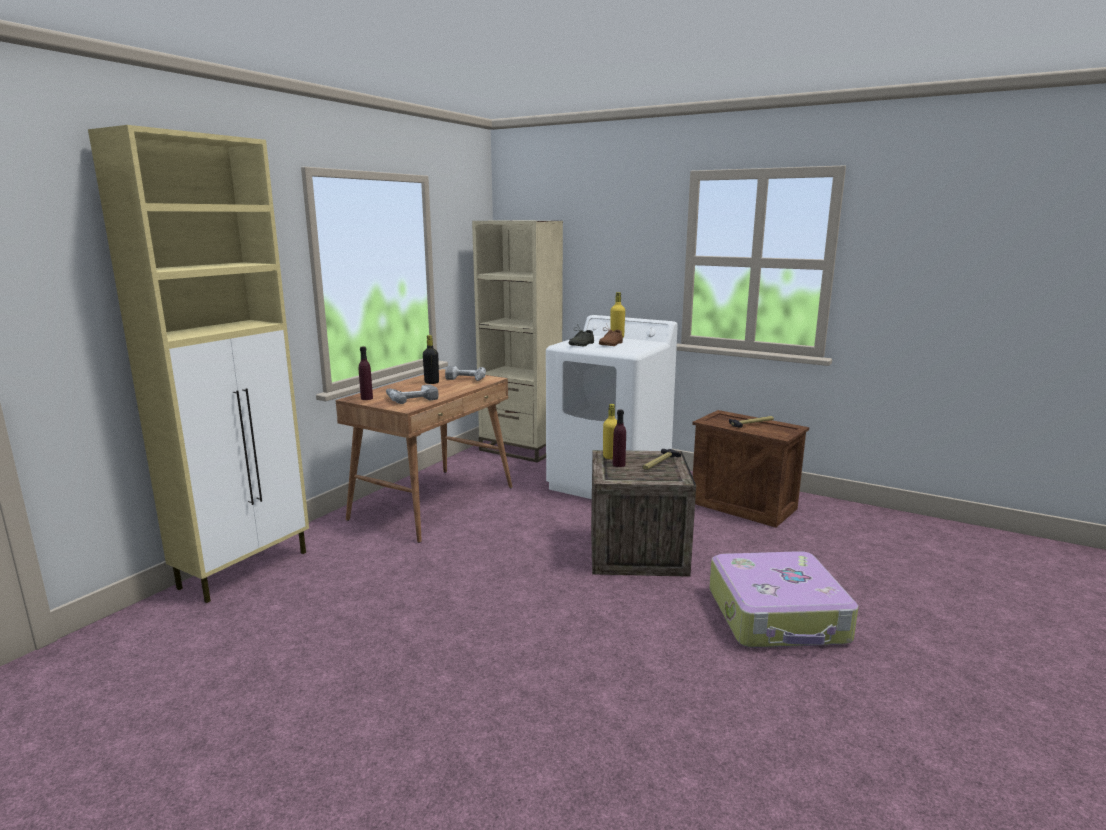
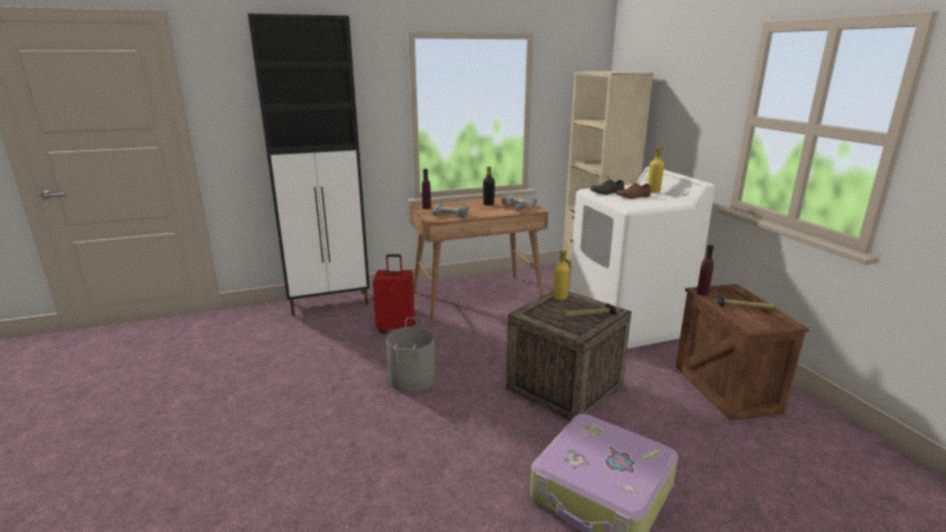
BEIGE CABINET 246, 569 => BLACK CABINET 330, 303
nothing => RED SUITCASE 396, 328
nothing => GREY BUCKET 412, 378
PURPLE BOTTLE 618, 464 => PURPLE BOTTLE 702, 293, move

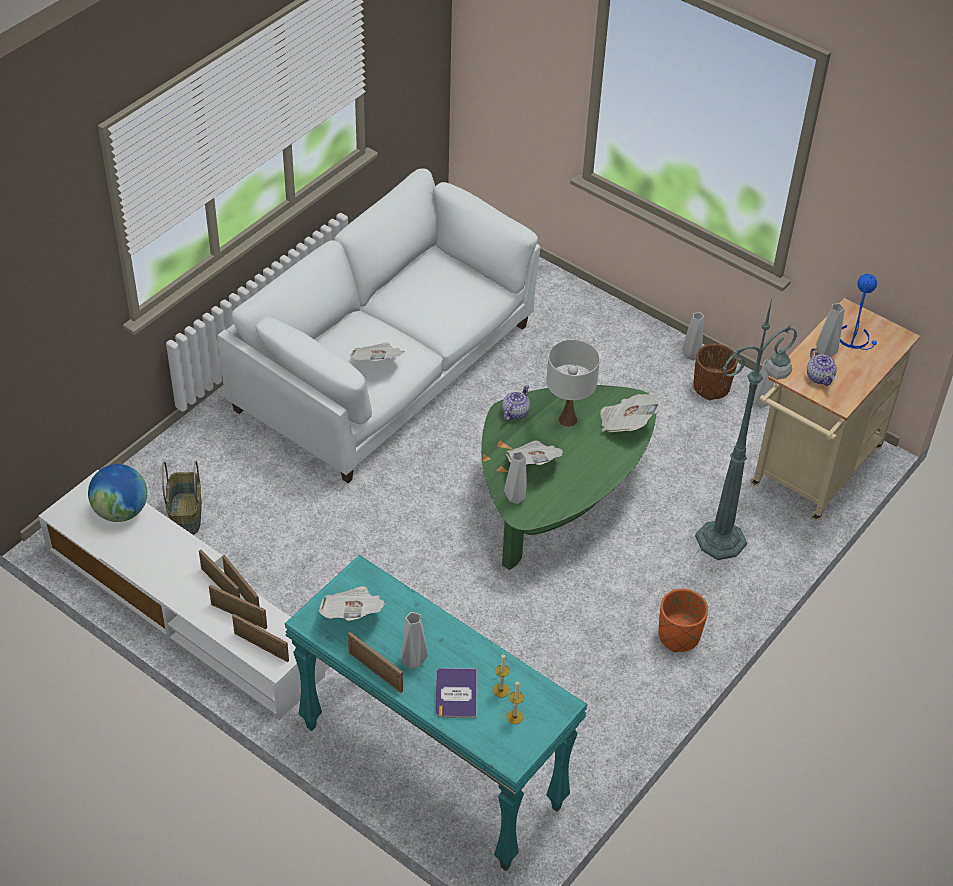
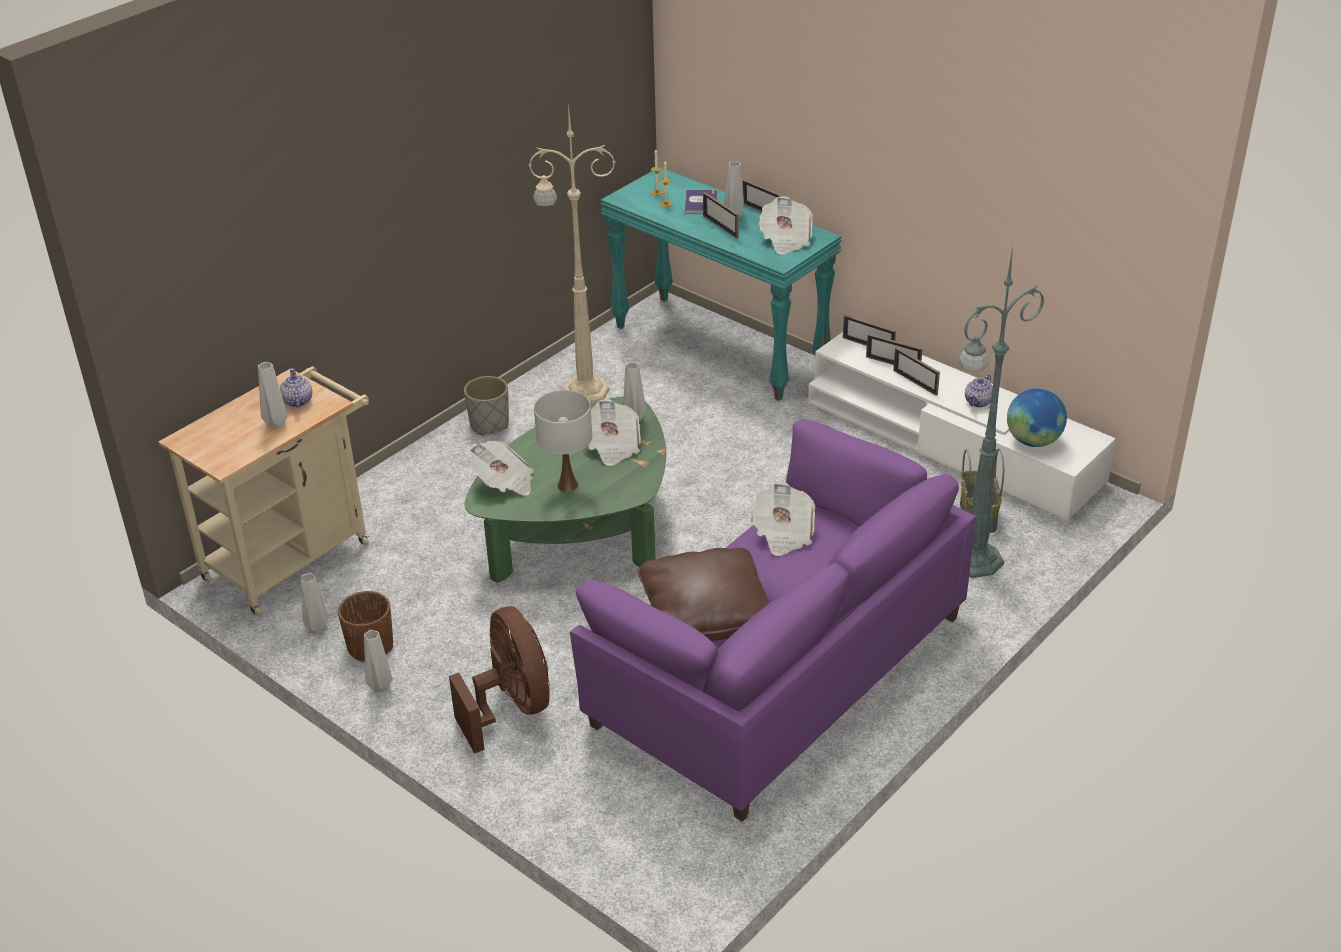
nothing => BROWN FAN 511, 707
ORANGE PLANTER 678, 636 => GREY PLANTER 489, 424
nothing => BEIGE FLOOR LAMP 583, 390
WHITE SOFA 385, 368 => PURPLE SOFA 777, 669
nothing => BROWN PILLOW 706, 613
PICTURE FRAME 242, 594 => PICTURE FRAME 720, 227, move
GREEN FLOOR LAMP 723, 539 => GREEN FLOOR LAMP 972, 560, move
TEAPOT 515, 412 => TEAPOT 978, 402, move
BLUE TABLE LAMP 855, 338 => nothing

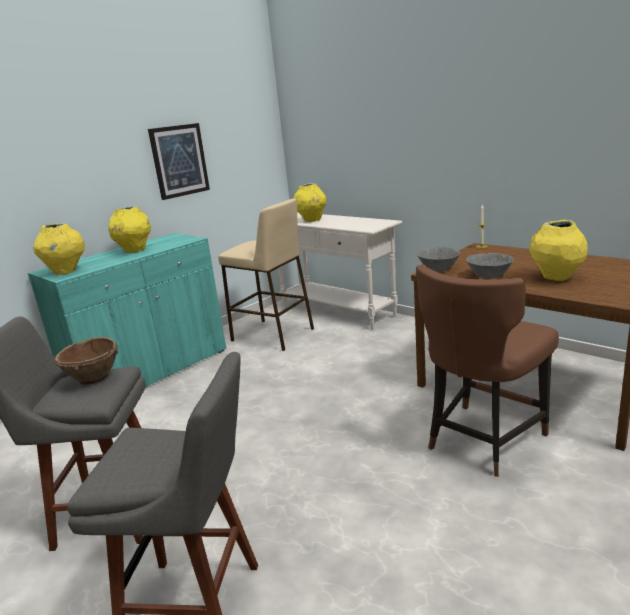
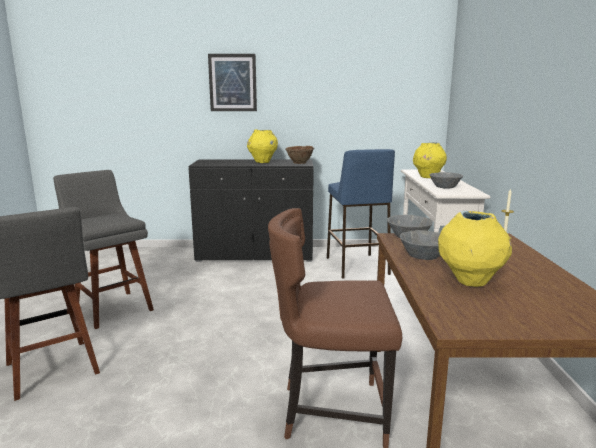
TURQUOISE CABINET 150, 372 => BLACK CABINET 255, 254
PICTURE 179, 161 => PICTURE 233, 83, move
BROWN BOWL 94, 379 => BROWN BOWL 299, 163, move
BEIGE STOOL 273, 335 => BLUE STOOL 357, 266
nothing => GREY BOWL 445, 187
YELLOW VASE 66, 272 => nothing

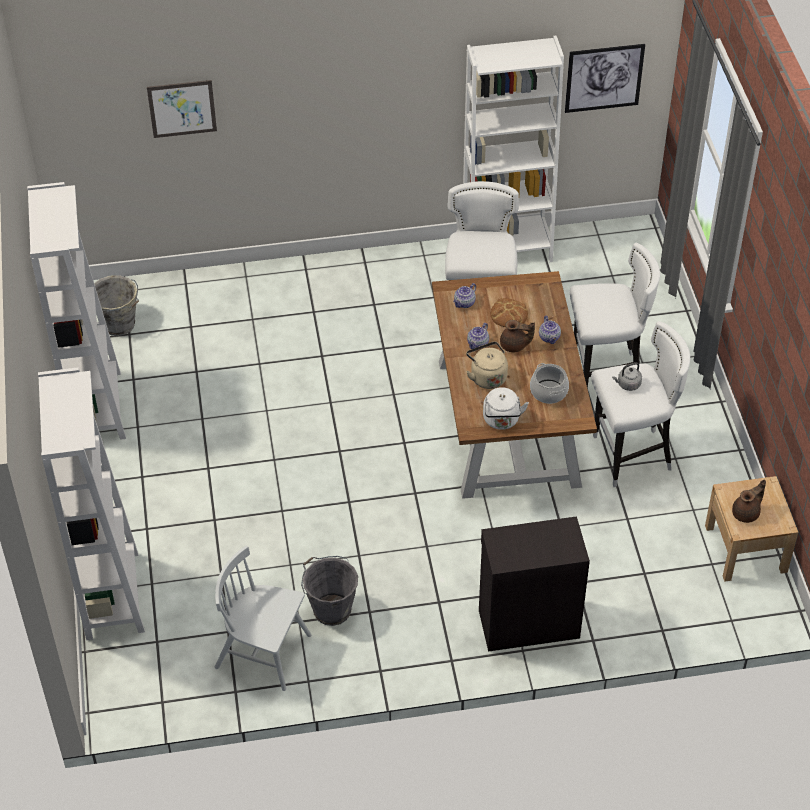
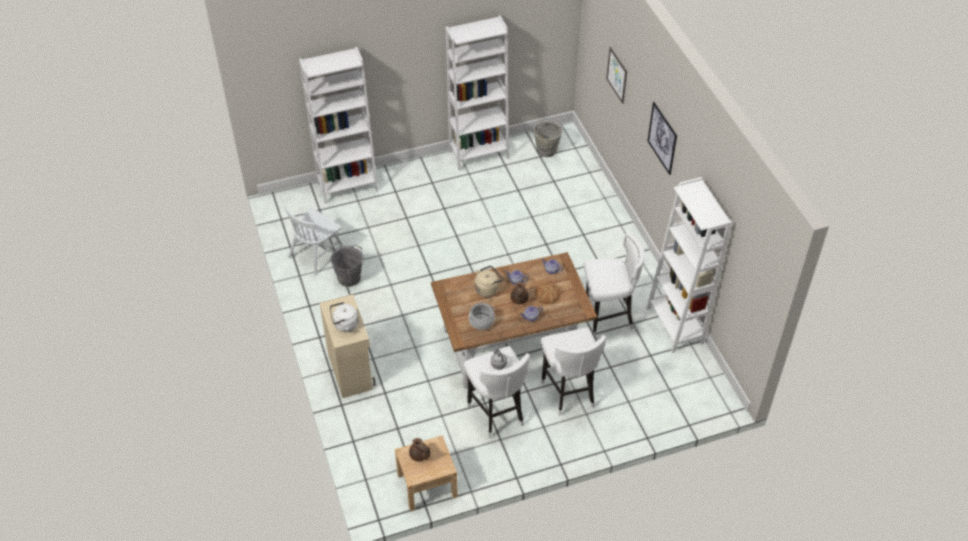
WHITE CHAIR 263, 652 => WHITE CHAIR 317, 254, 150 degrees counterclockwise
BLACK CABINET 527, 623 => BEIGE CABINET 351, 370
WHITE KETTLE 501, 421 => WHITE KETTLE 344, 325, move
PICTURE 604, 78 => PICTURE 662, 138, move

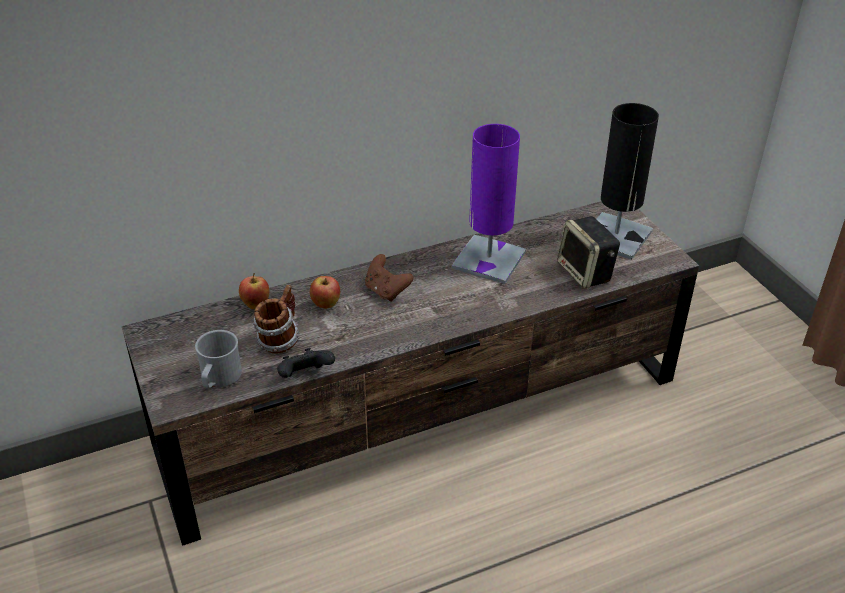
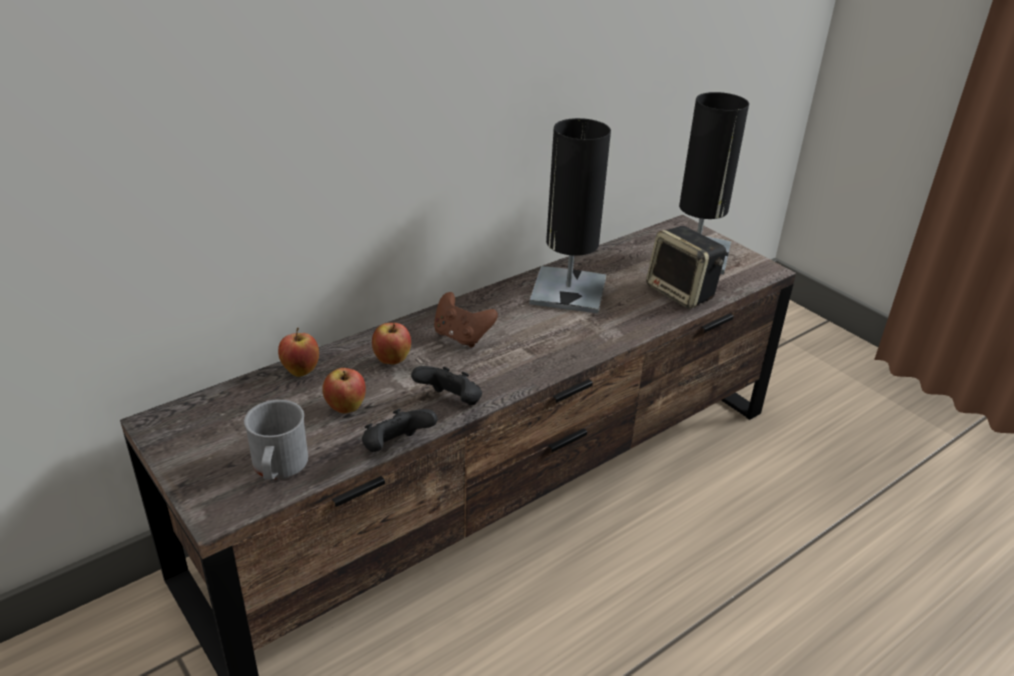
MUG 279, 340 => APPLE 346, 409
nothing => BLACK GAME CONTROLLER 450, 403
PURPLE TABLE LAMP 489, 260 => BLACK TABLE LAMP 568, 291

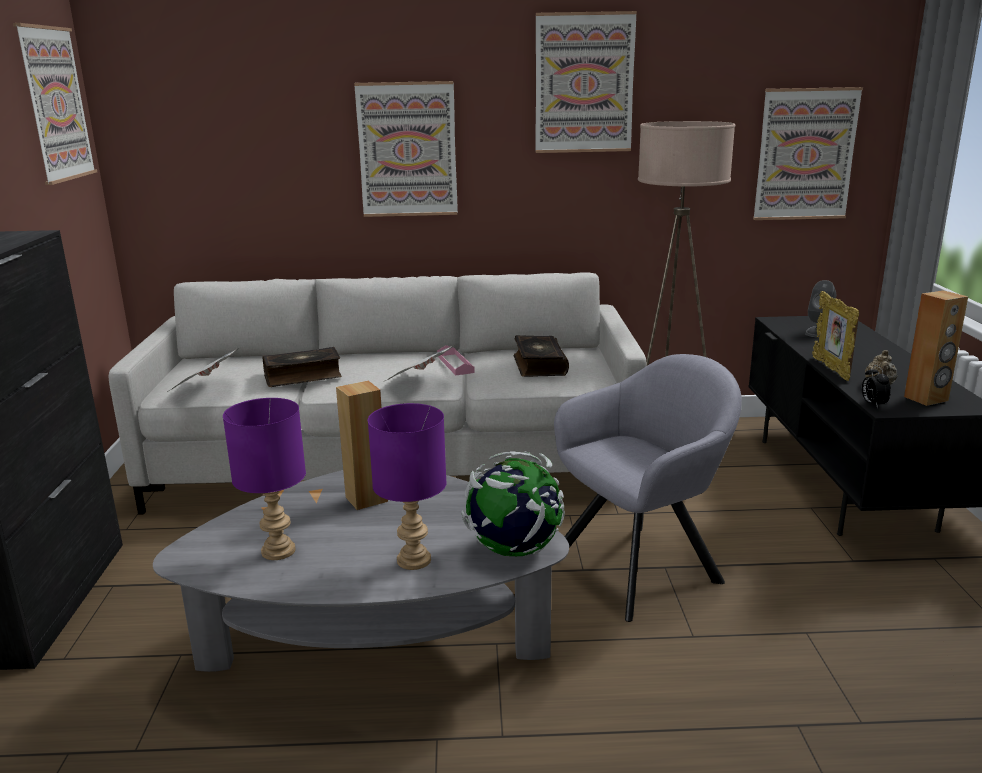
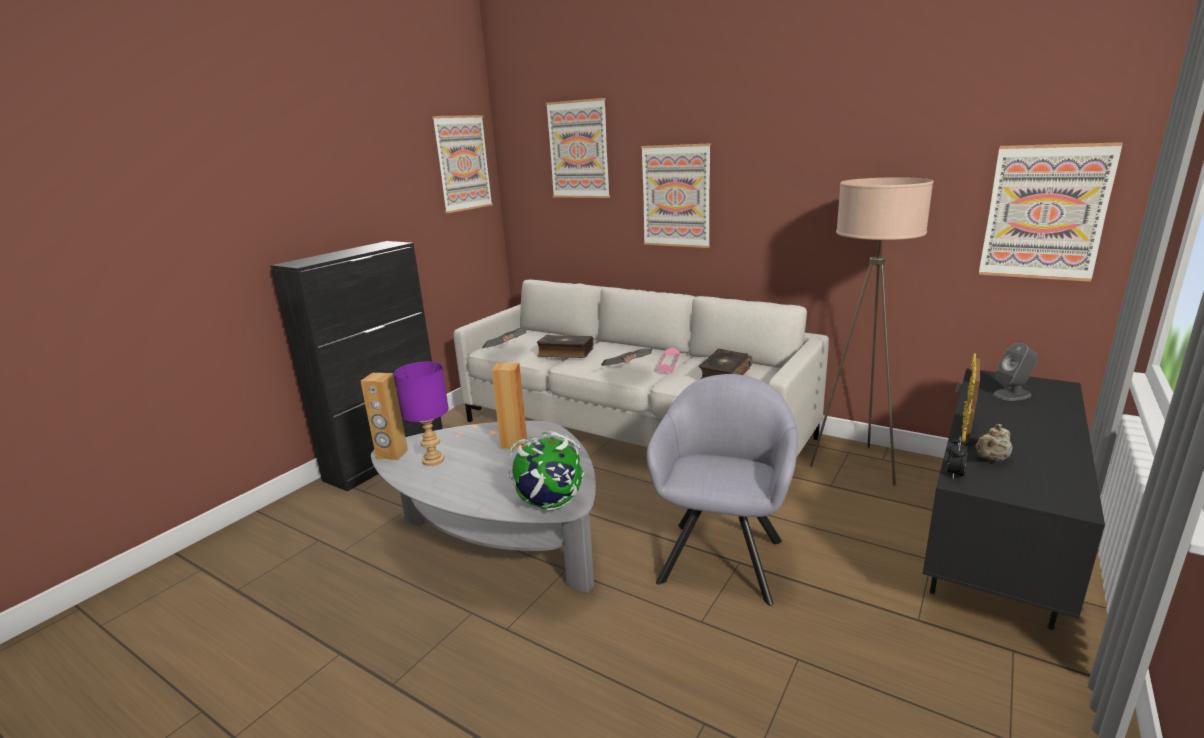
BROWN SPEAKER 926, 399 => BROWN SPEAKER 392, 454, move
PICTURE 584, 83 => PICTURE 579, 150, move
GREY ARMCHAIR 643, 566 => GREY ARMCHAIR 723, 555, 75 degrees counterclockwise
PURPLE TABLE LAMP 415, 560 => nothing

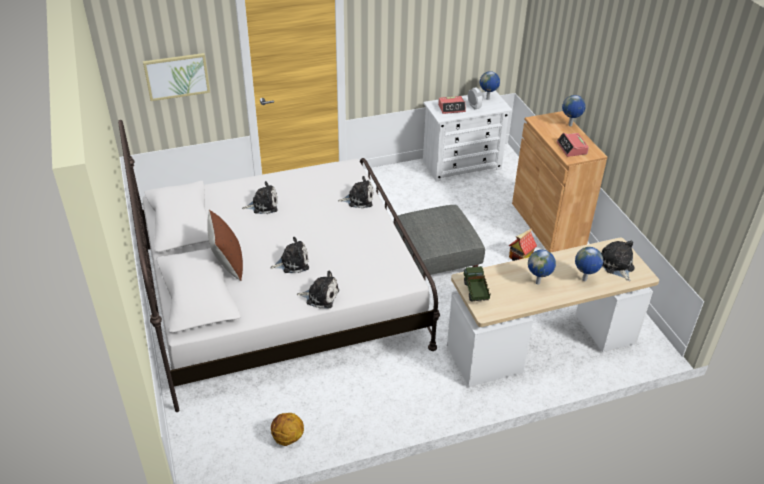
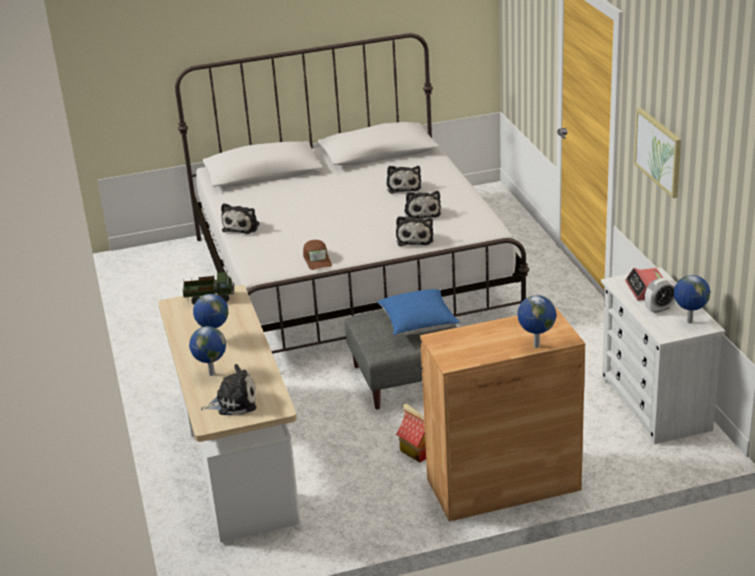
nothing => BROWN CAP 317, 259
nothing => BLUE PILLOW 418, 324
PLUSH TOY 292, 263 => PLUSH TOY 422, 213, move
PICTURE 177, 76 => PICTURE 659, 151, move
BROWN PILLOW 228, 265 => nothing
BASKETBALL 287, 438 => nothing
ALARM CLOCK 571, 148 => nothing

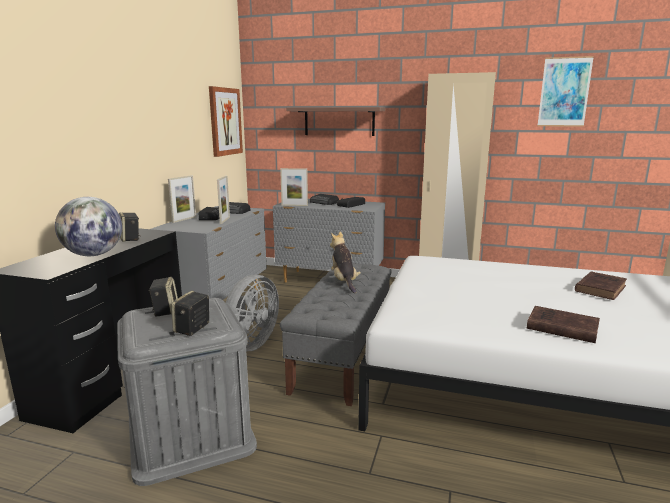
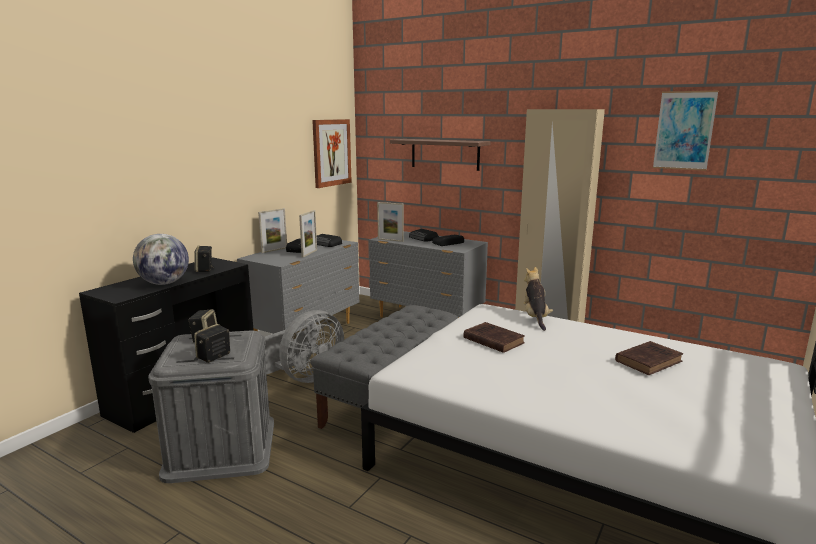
BROWN BOOK 560, 328 => BROWN BOOK 492, 340, move
PLUSH TOY 344, 282 => PLUSH TOY 535, 318, move

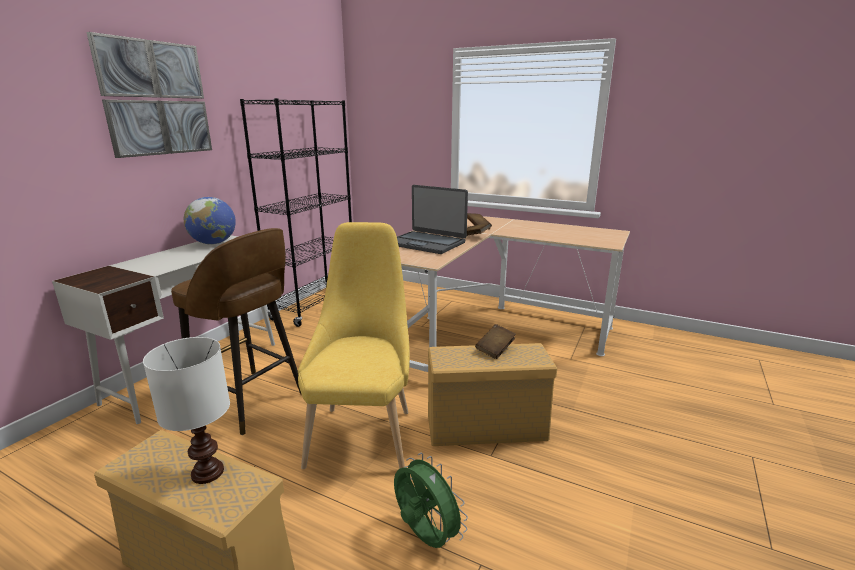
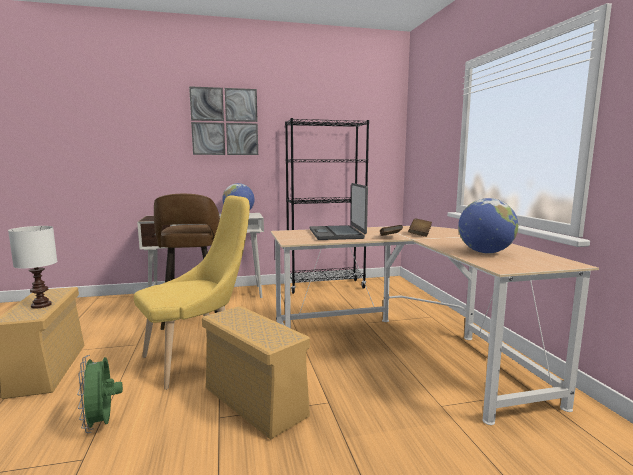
GREEN FAN 425, 536 => GREEN FAN 102, 424, 150 degrees clockwise
nothing => GLOBE 485, 252
BROWN BOOK 495, 349 => nothing

